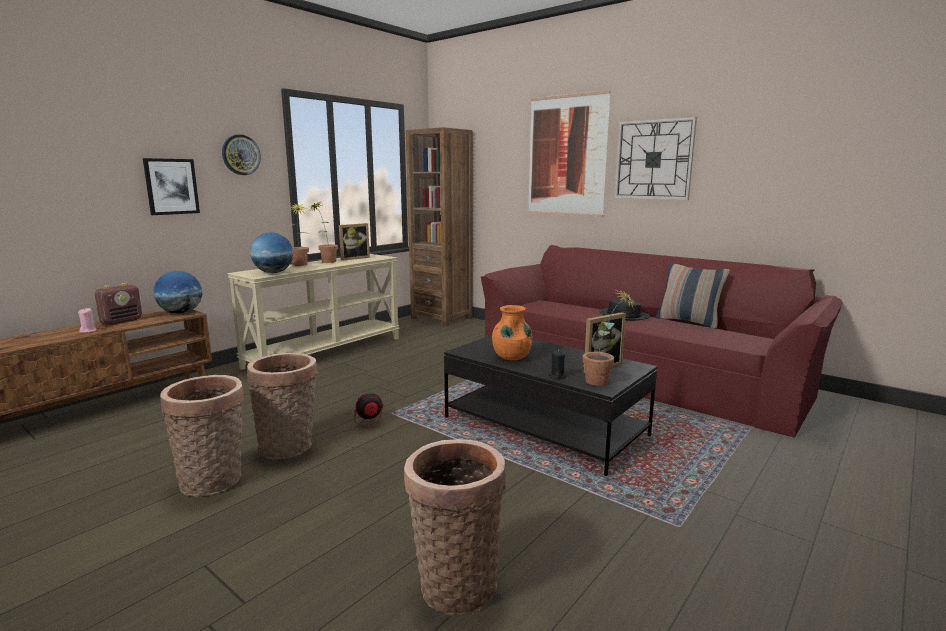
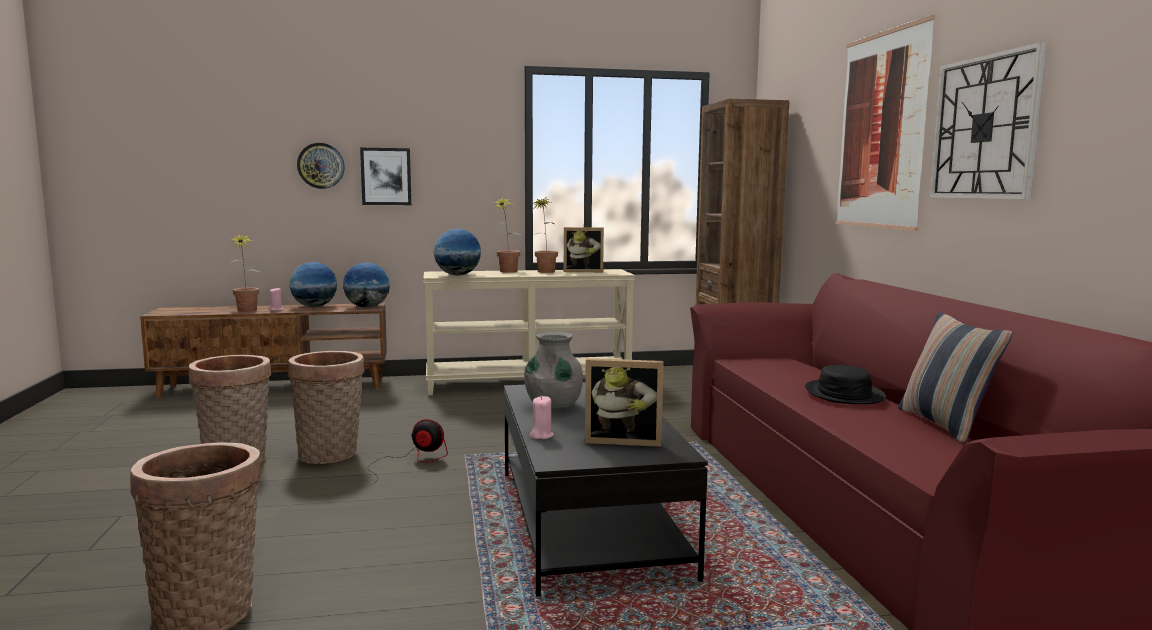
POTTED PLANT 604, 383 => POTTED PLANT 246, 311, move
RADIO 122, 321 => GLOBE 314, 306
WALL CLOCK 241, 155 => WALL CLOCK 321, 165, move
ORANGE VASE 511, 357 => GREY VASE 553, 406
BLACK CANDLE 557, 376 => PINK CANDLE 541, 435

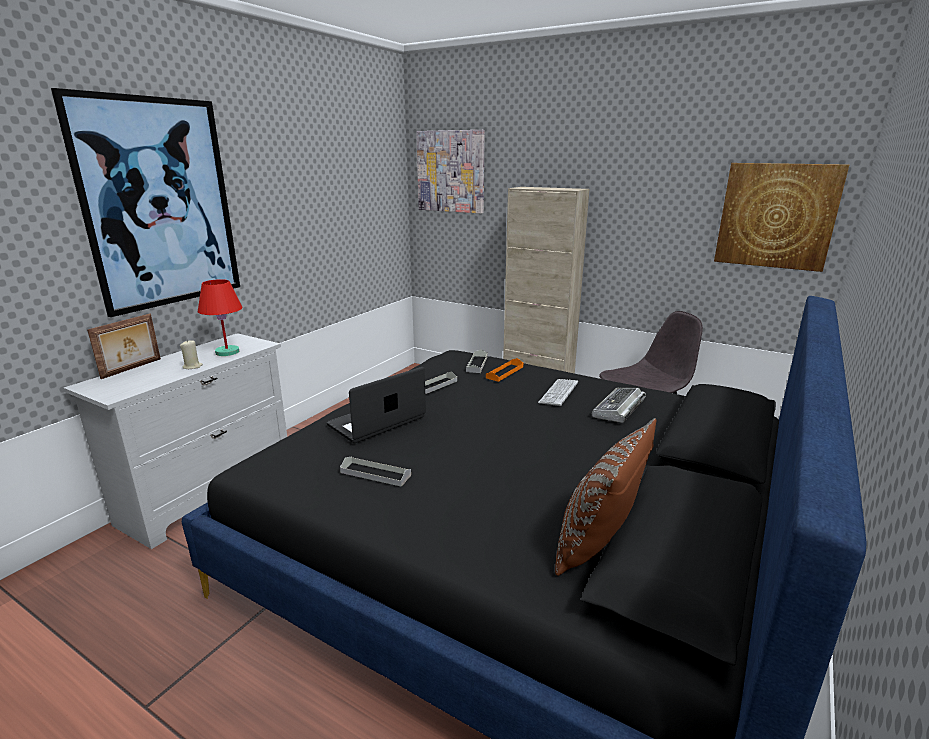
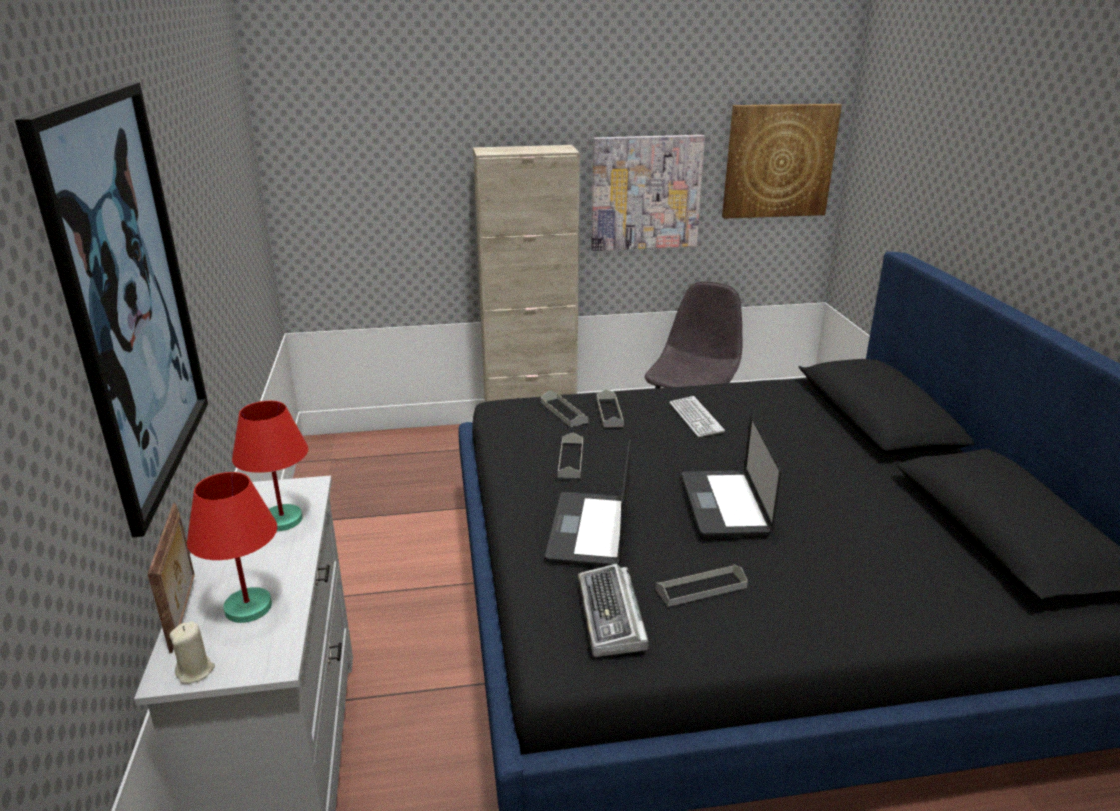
BEIGE CANDLE 192, 366 => BEIGE CANDLE 195, 671, move
nothing => RED TABLE LAMP 249, 607
KEYBOARD 618, 409 => KEYBOARD 611, 617, move
PICTURE 451, 171 => PICTURE 646, 193, move
ORANGE TRAY 504, 372 => GREY TRAY 609, 412
nothing => LAPTOP 724, 505
BROWN PILLOW 597, 545 => nothing

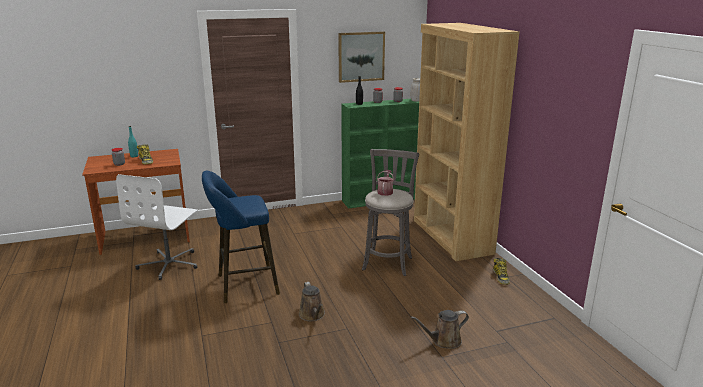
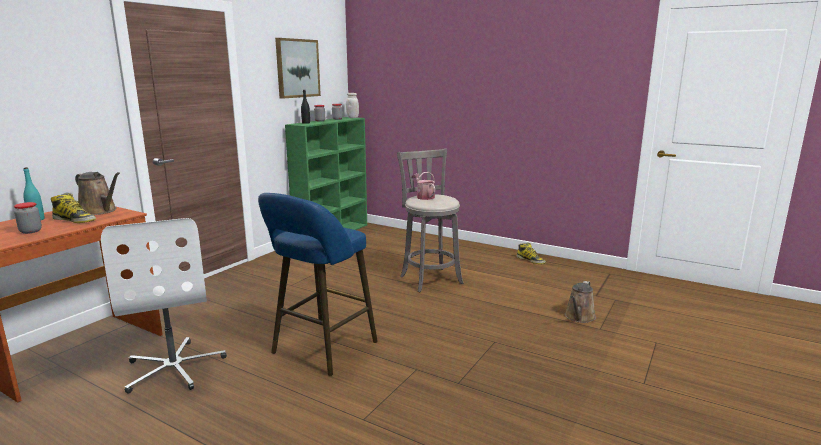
BROWN WATERING CAN 312, 315 => BROWN WATERING CAN 100, 211, move
BROWN BOOKCASE 451, 236 => nothing

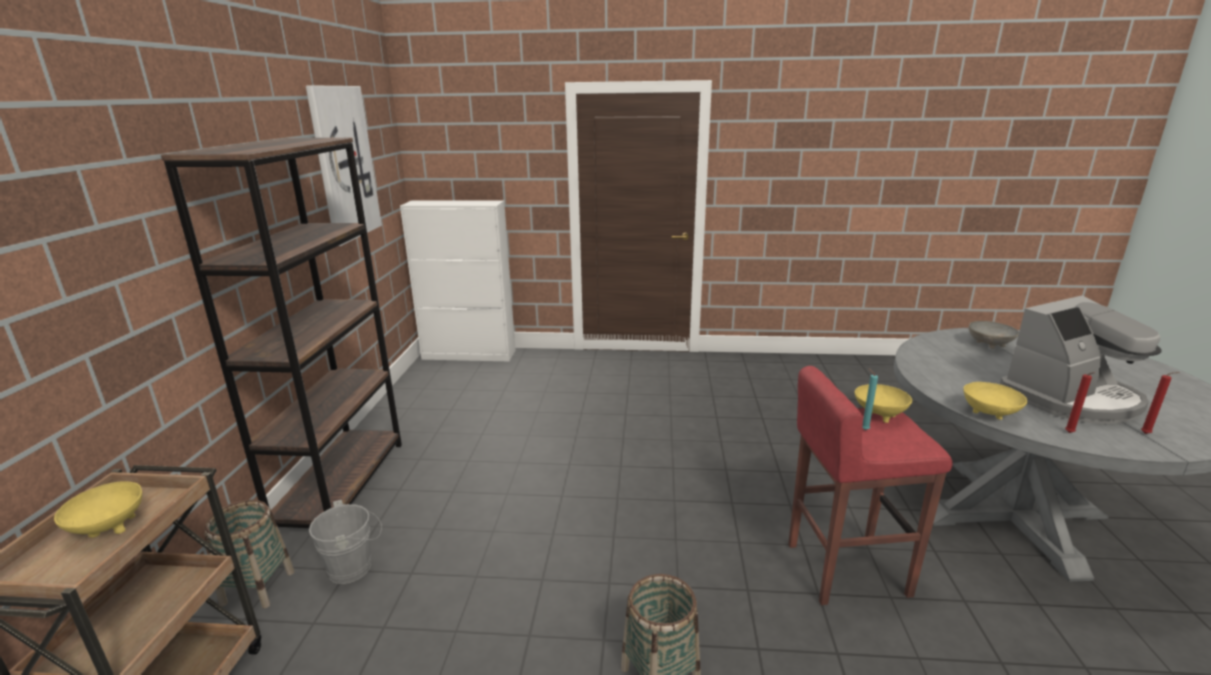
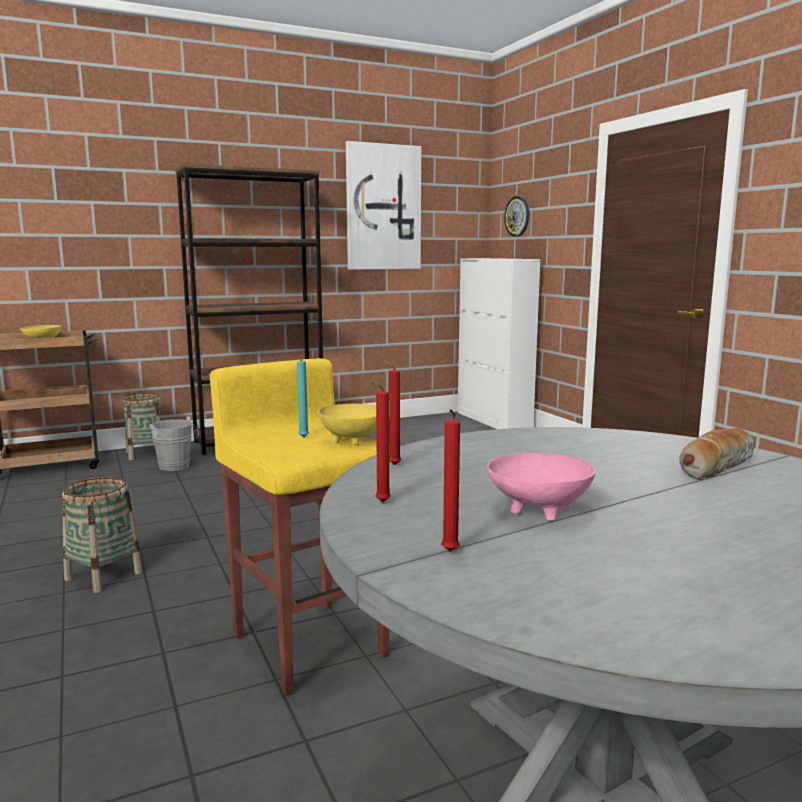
RED STOOL 844, 568 => YELLOW STOOL 309, 643
YELLOW BOWL 988, 414 => RED CANDLE 392, 465
COFFEE MACHINE 1071, 399 => PINK BOWL 540, 509
nothing => WALL CLOCK 517, 216
GREY BOWL 988, 345 => BREAD 715, 465

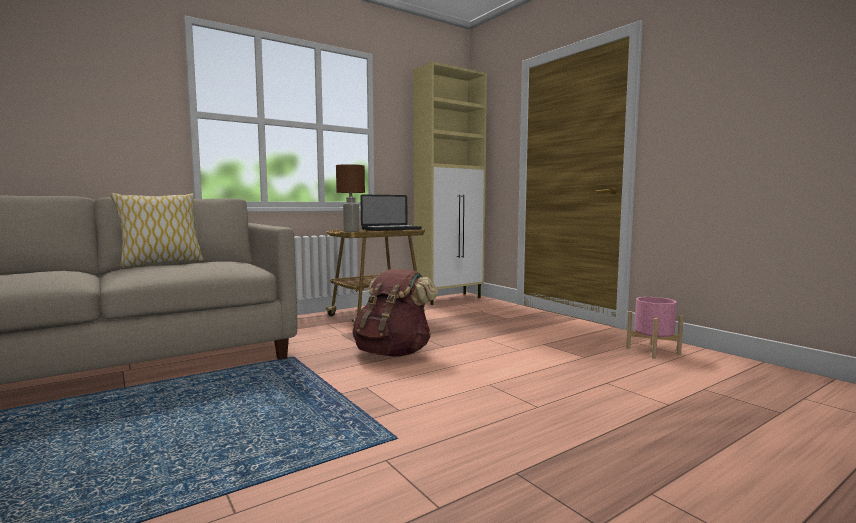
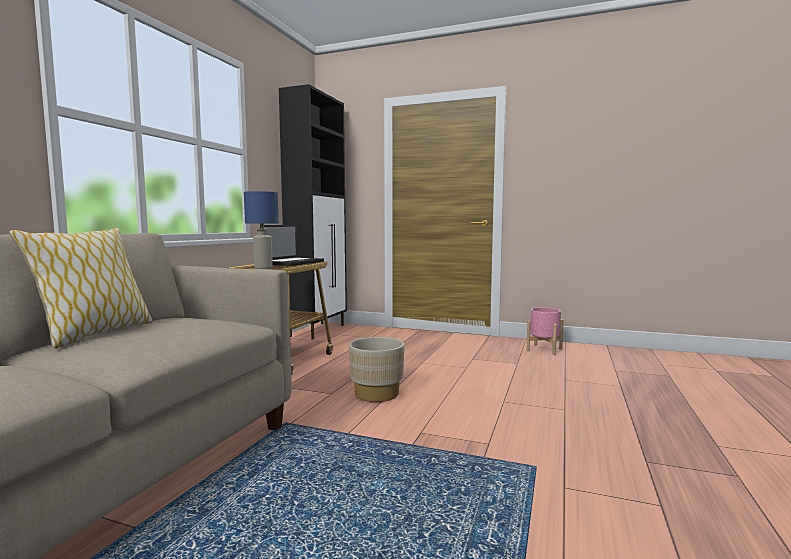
BROWN TABLE LAMP 351, 231 => BLUE TABLE LAMP 264, 268
BEIGE CABINET 450, 299 => BLACK CABINET 318, 330
BROWN BACKPACK 393, 353 => BEIGE PLANTER 377, 394

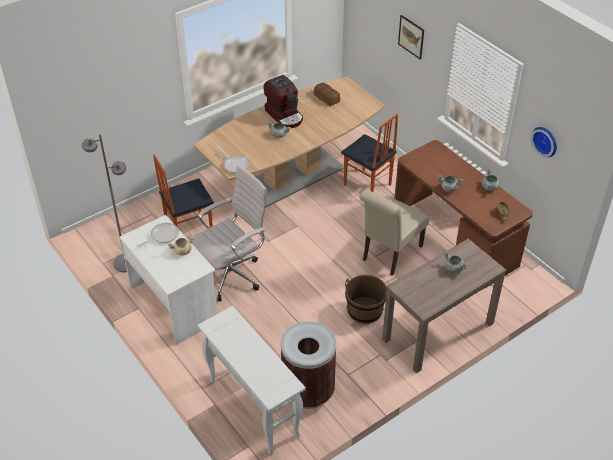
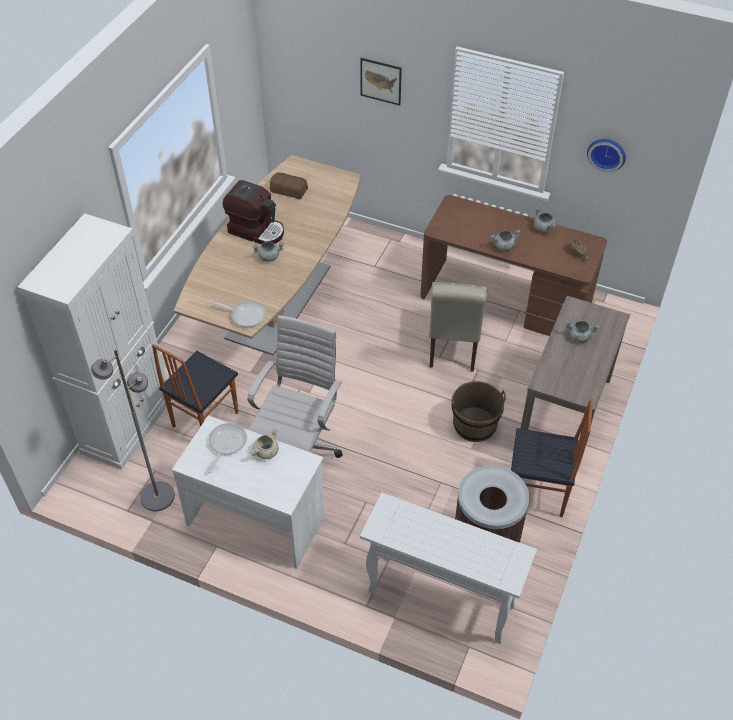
nothing => WHITE CABINET 127, 425
CHAIR 367, 185 => CHAIR 538, 494, move

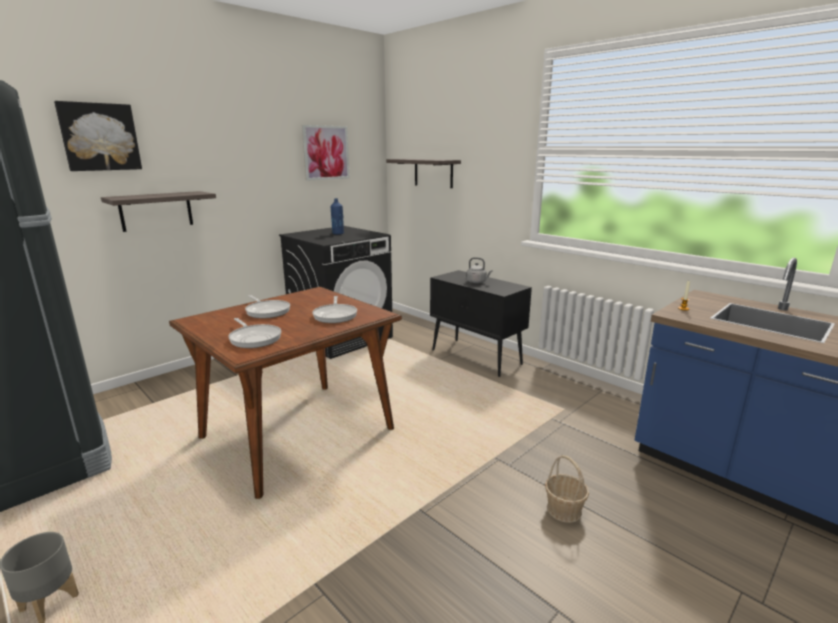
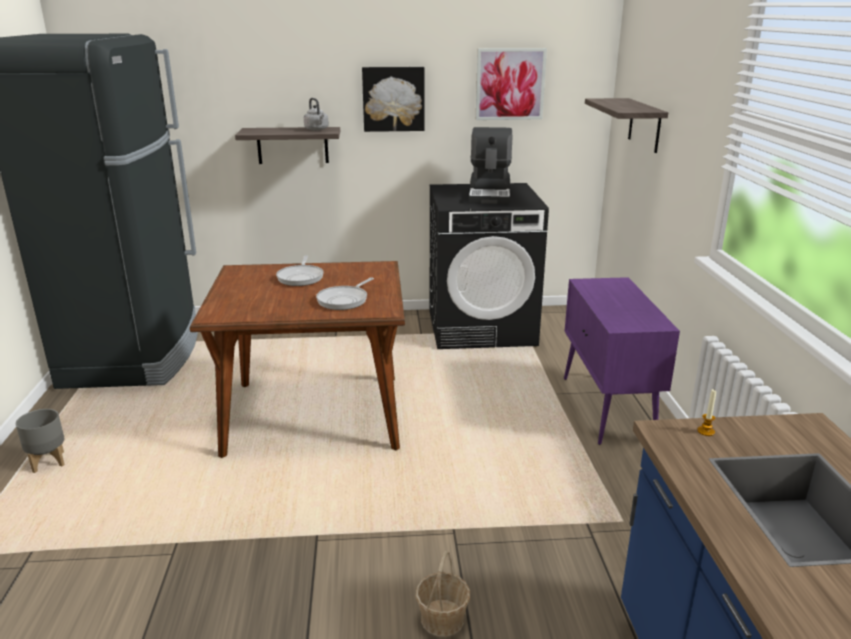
GREY KETTLE 477, 282 => GREY KETTLE 317, 129, move
PICTURE 99, 137 => PICTURE 393, 99, move
BLUE BOTTLE 338, 233 => COFFEE MACHINE 490, 195
BLACK CABINET 476, 357 => PURPLE CABINET 607, 409
FRYING PAN 254, 338 => nothing

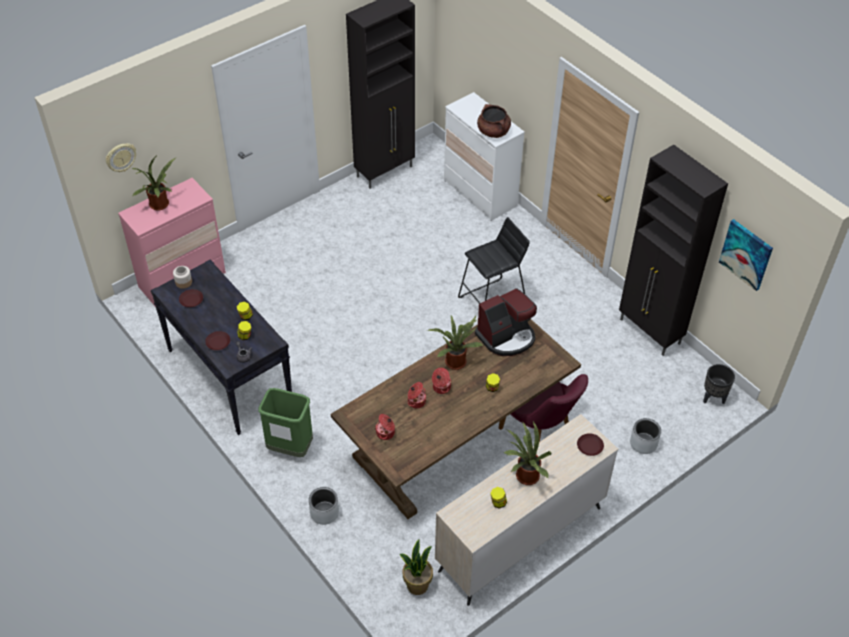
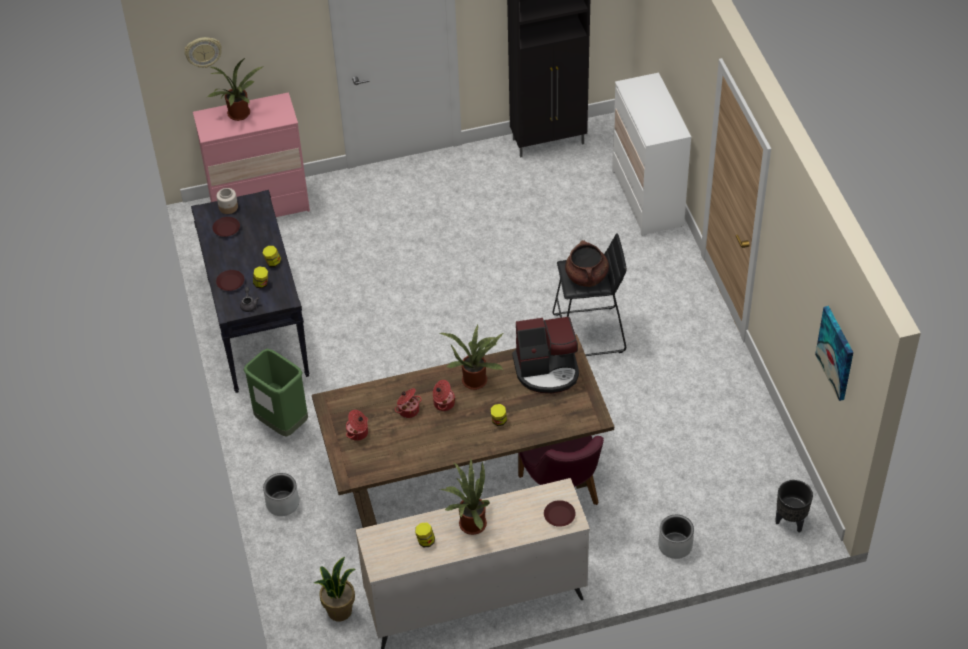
BROWN COOKING POT 493, 132 => BROWN COOKING POT 586, 277, move
BLACK CABINET 650, 332 => nothing

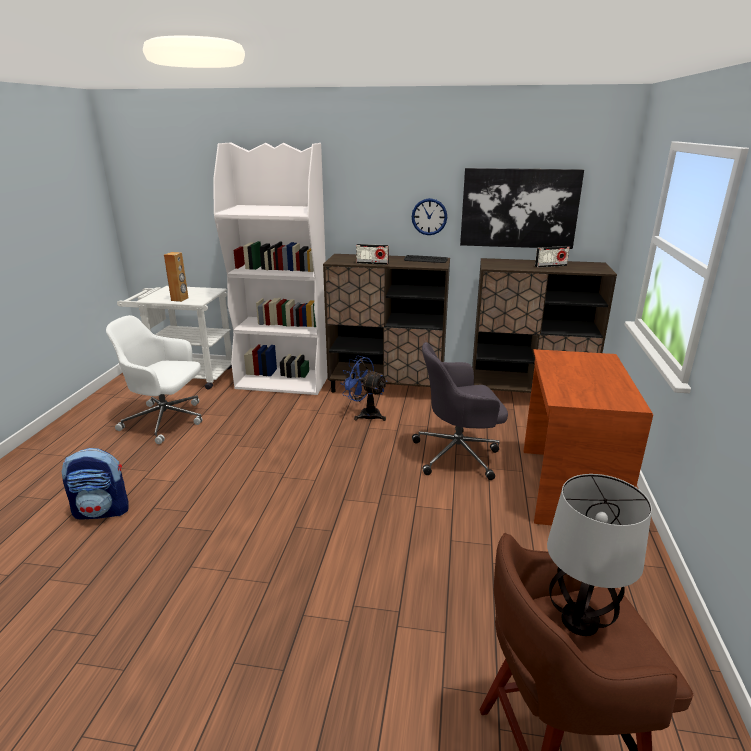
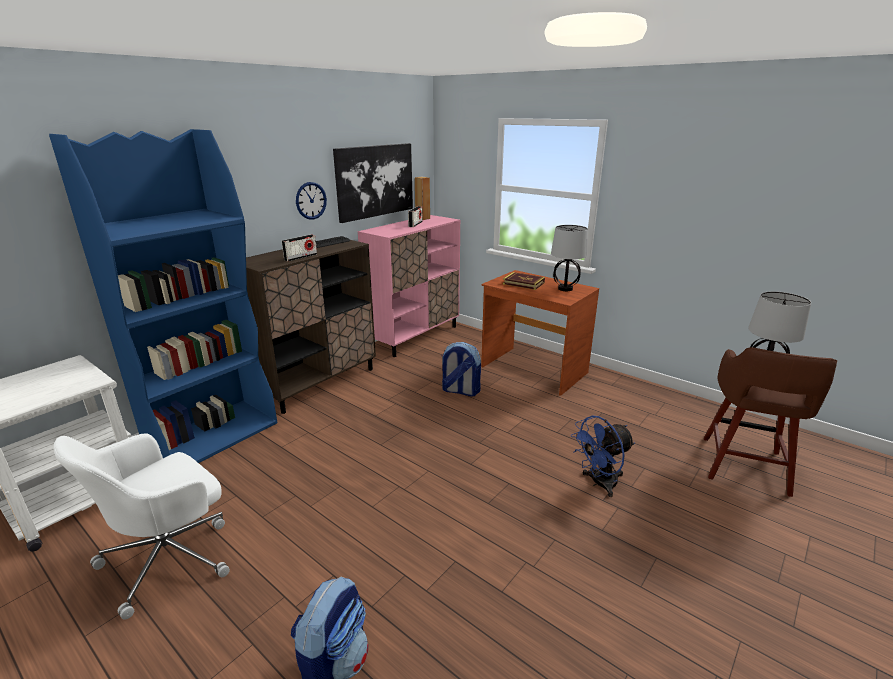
WHITE BOOKCASE 284, 381 => BLUE BOOKCASE 213, 435
BROWN CABINET 528, 396 => PINK CABINET 415, 336
BROWN SPEAKER 180, 299 => BROWN SPEAKER 422, 218, move
GREY OFFICE CHAIR 458, 454 => BACKPACK 460, 391
nothing => BOOK 523, 283
nothing => TABLE LAMP 565, 289
BLUE FAN 365, 414 => BLUE FAN 599, 483, move

